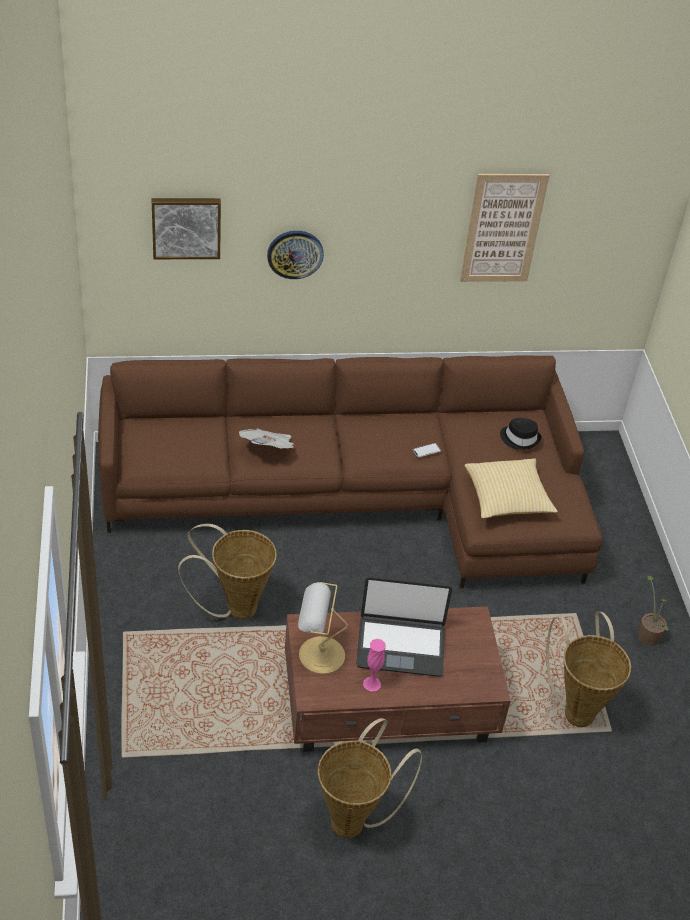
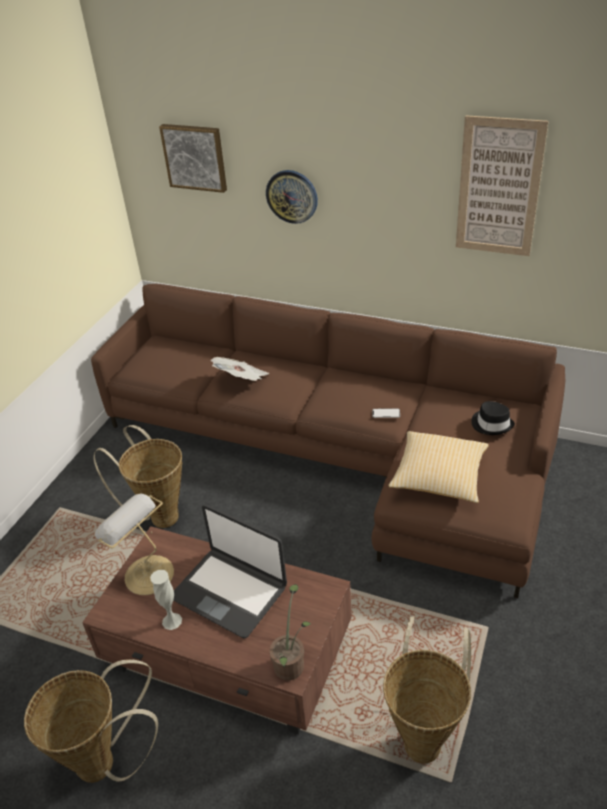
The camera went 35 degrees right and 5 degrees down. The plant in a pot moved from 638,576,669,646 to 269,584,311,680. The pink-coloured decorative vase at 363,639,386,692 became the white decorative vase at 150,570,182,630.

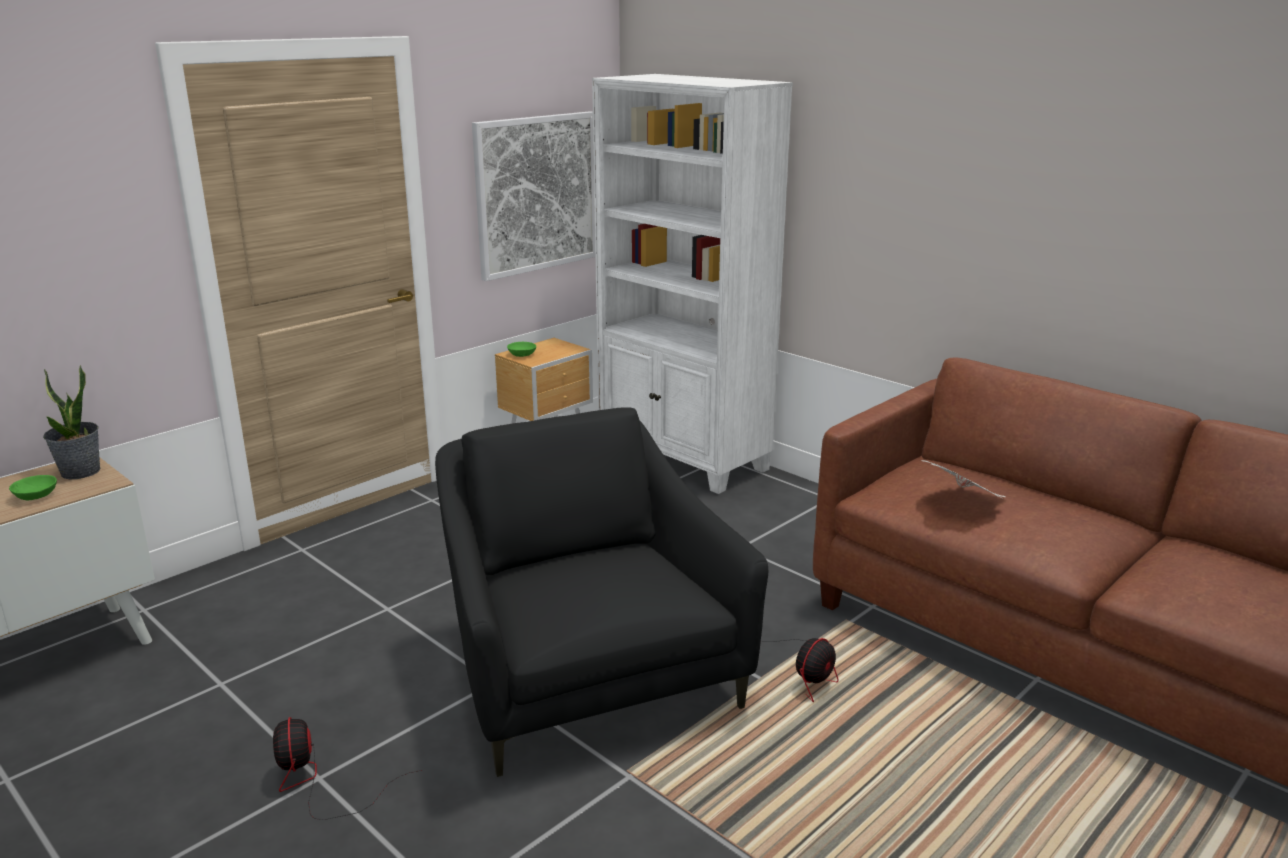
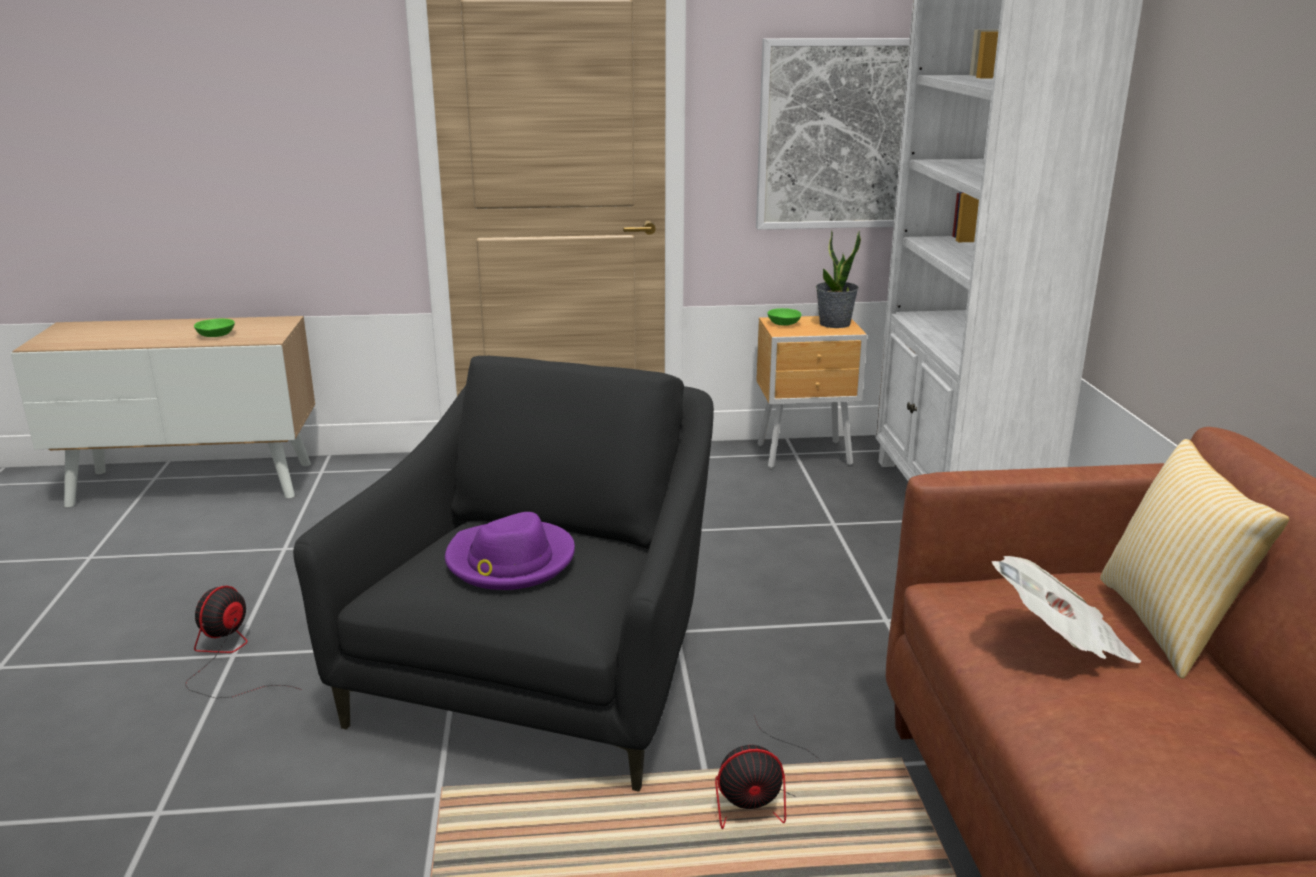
The camera went 40 degrees right and 0 degrees up. The purple hat at 445,512,575,590 appeared. The pillow at 1100,439,1289,679 appeared. The plant in a pot moved from 43,365,100,479 to 816,230,861,328.

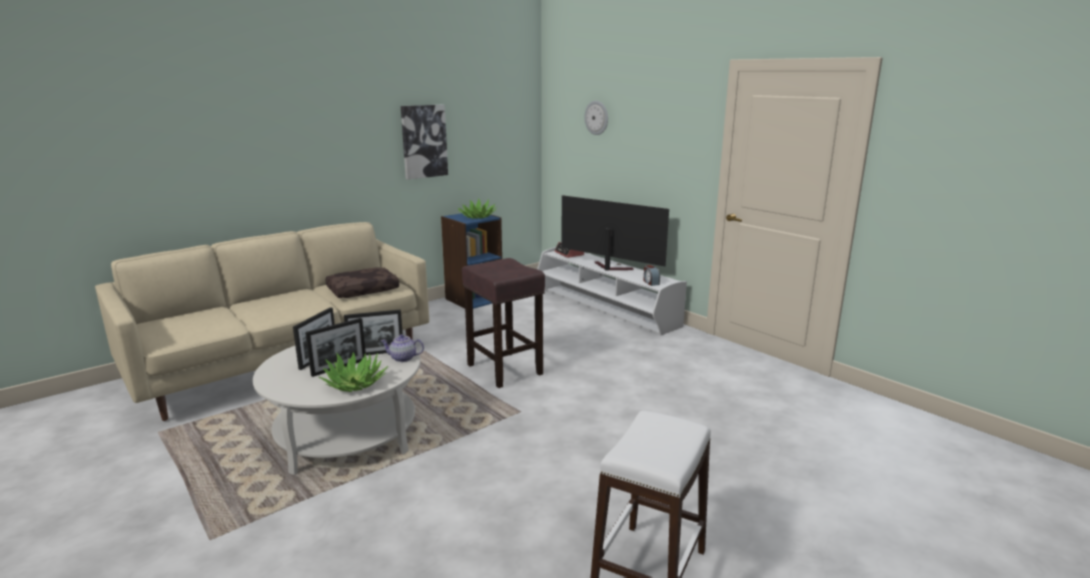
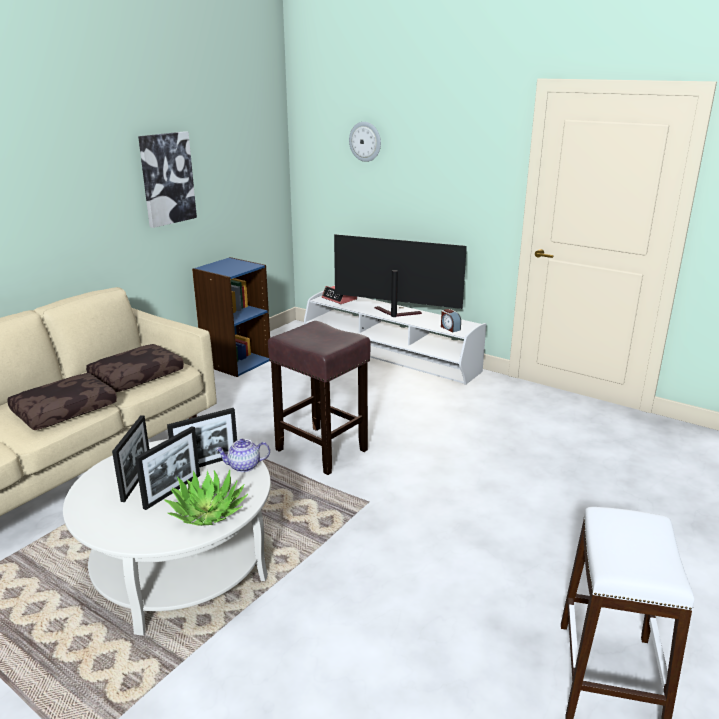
The camera went 15 degrees left and 5 degrees up. The plant in a pot at 458,198,497,219 disappeared. The brownish pillow at 7,373,117,430 appeared.

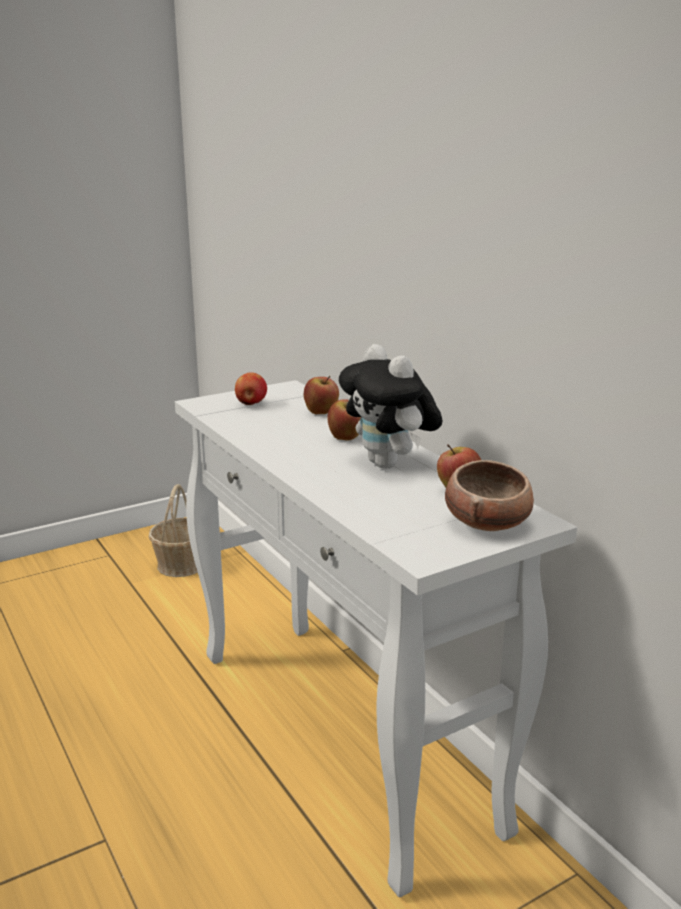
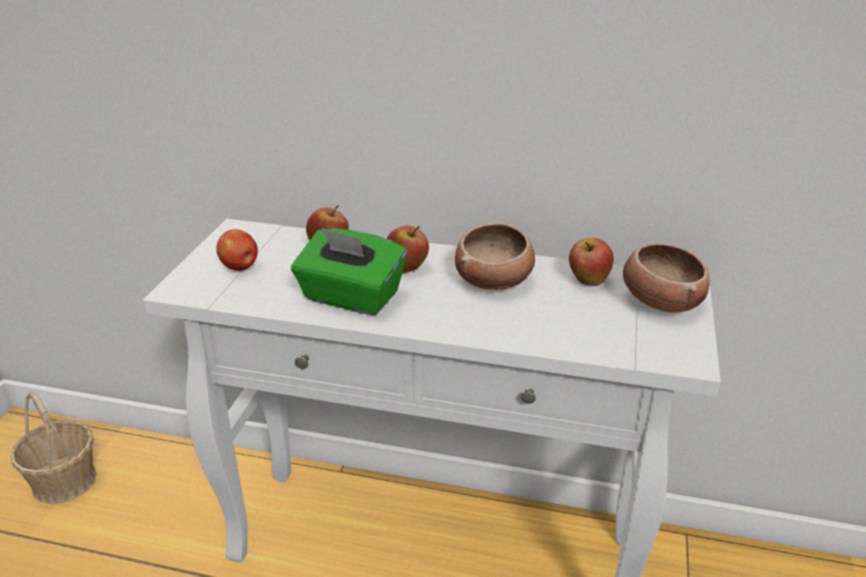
The camera went 45 degrees left and 10 degrees up. The green-coloured tissue holder at 291,228,407,315 appeared. The cuddly toy at 339,344,442,469 was replaced by the serving bowl at 455,223,535,290.

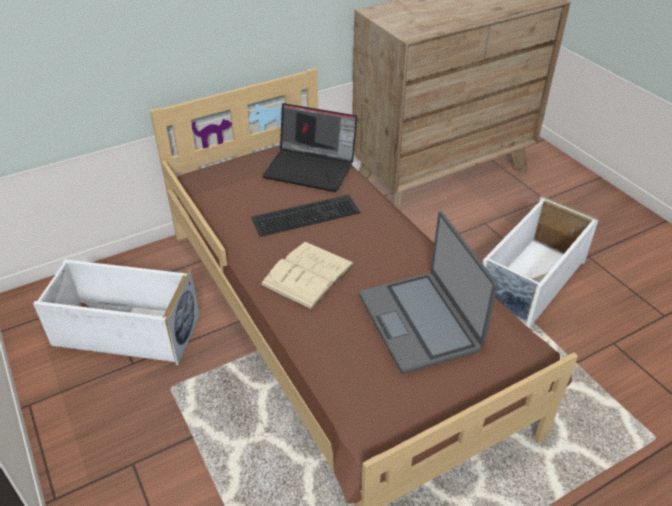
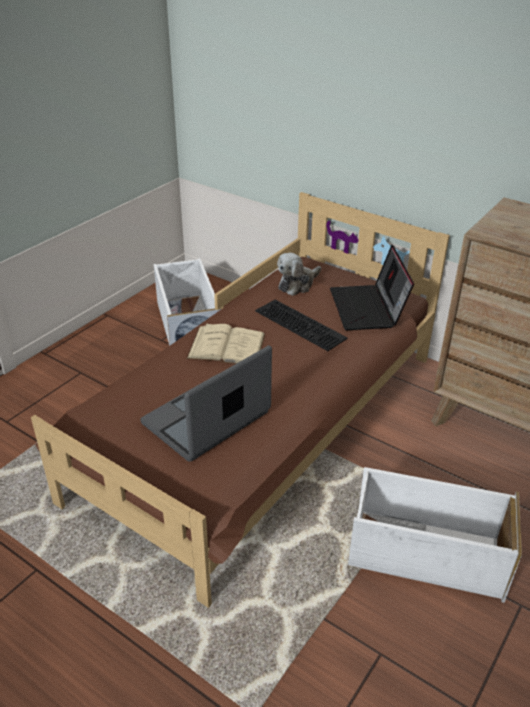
The camera went 65 degrees right and 5 degrees down. The cuddly toy at 277,253,321,296 appeared.

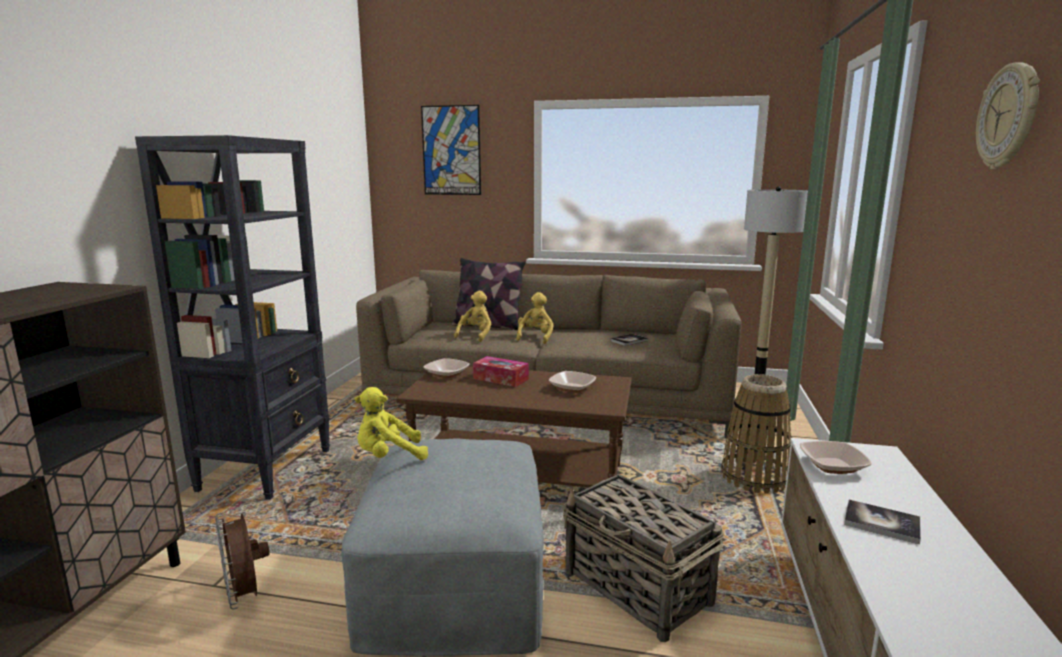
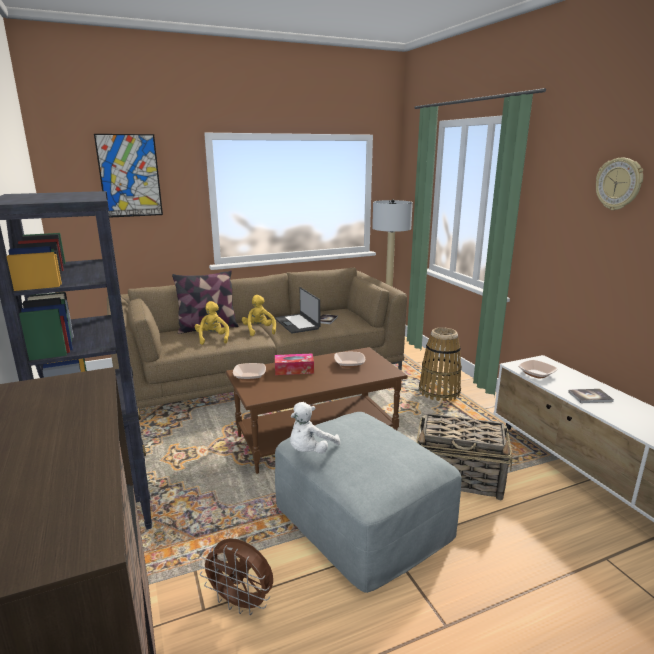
The camera went 35 degrees left and 5 degrees up. The notebook computer at 274,287,320,333 appeared. The yellowish cuddly toy at 355,387,428,460 became the white cuddly toy at 290,402,340,454.

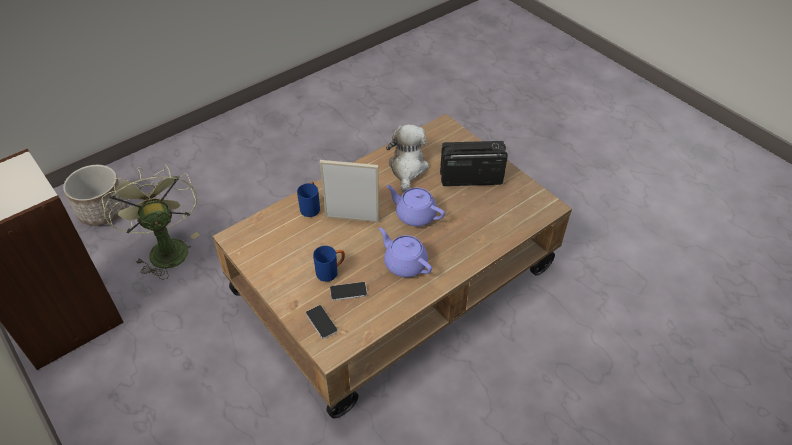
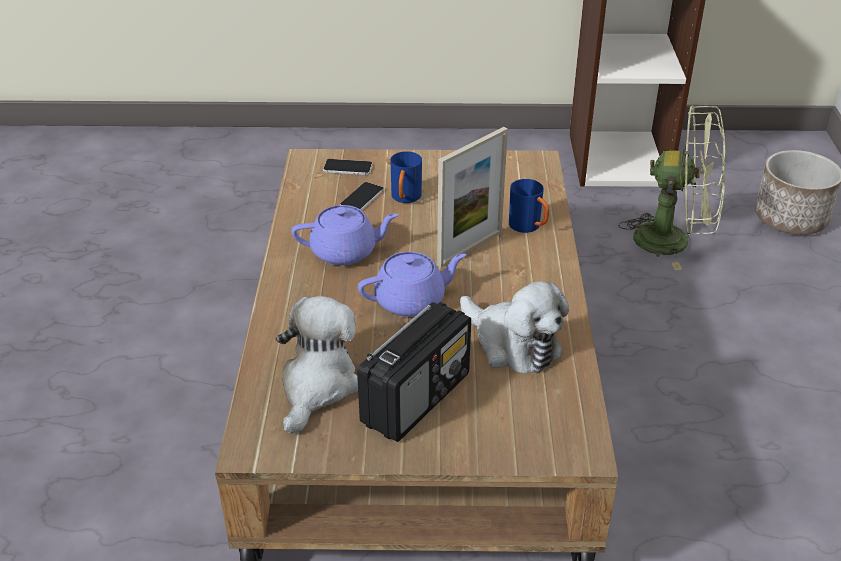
The camera went 130 degrees right and 10 degrees down. The cuddly toy at 276,296,358,434 appeared.

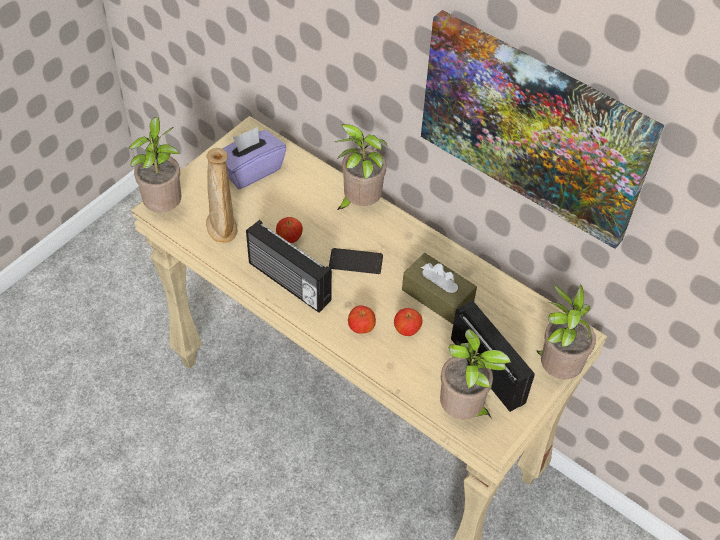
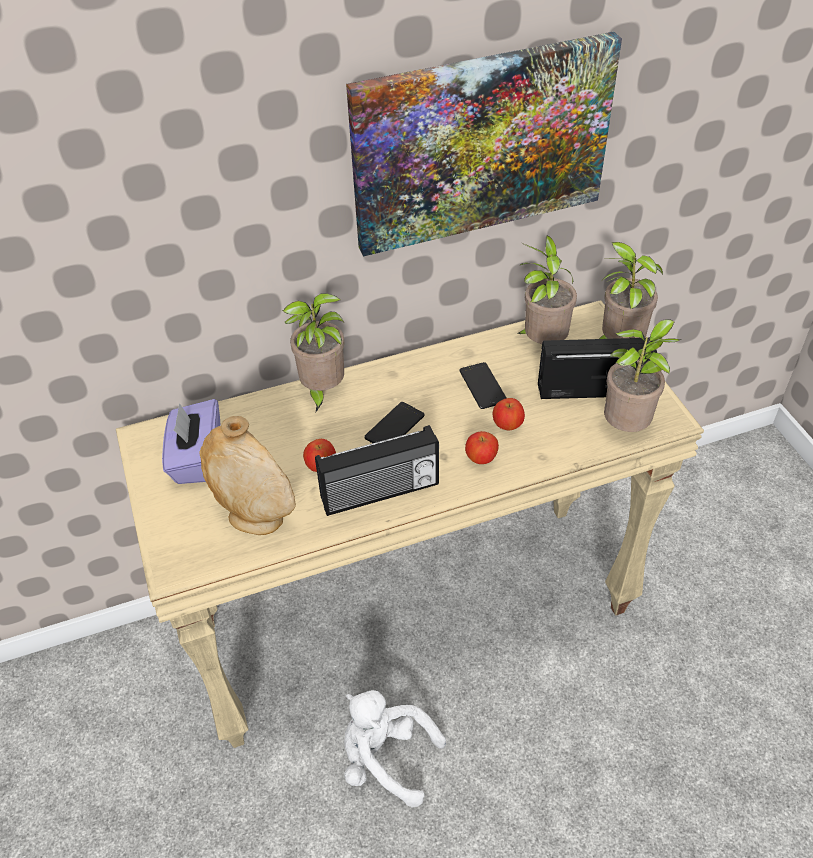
The camera went 55 degrees left and 5 degrees down. The white cuddly toy at 344,690,446,807 appeared. The plant in a pot moved from 128,117,181,212 to 517,236,577,344. The brownish tissue holder at 402,253,477,324 was replaced by the handset at 459,362,506,409.

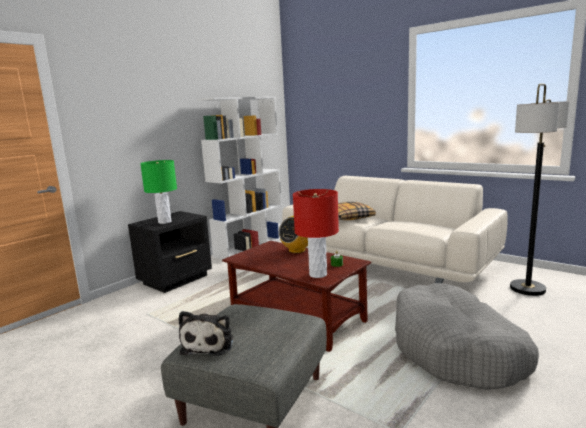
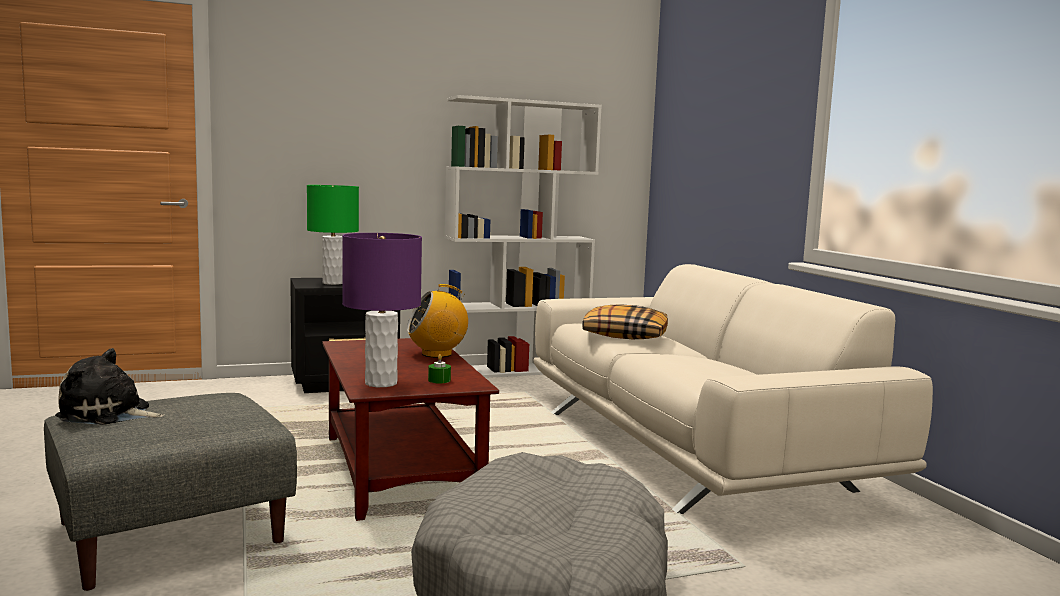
The camera went 30 degrees right and 5 degrees down. The standard lamp at 510,83,570,296 disappeared. The red lamp for a table at 293,189,339,278 became the purple lamp for a table at 342,233,422,387. The cuddly toy at 179,311,234,356 turned 60 degrees clockwise.

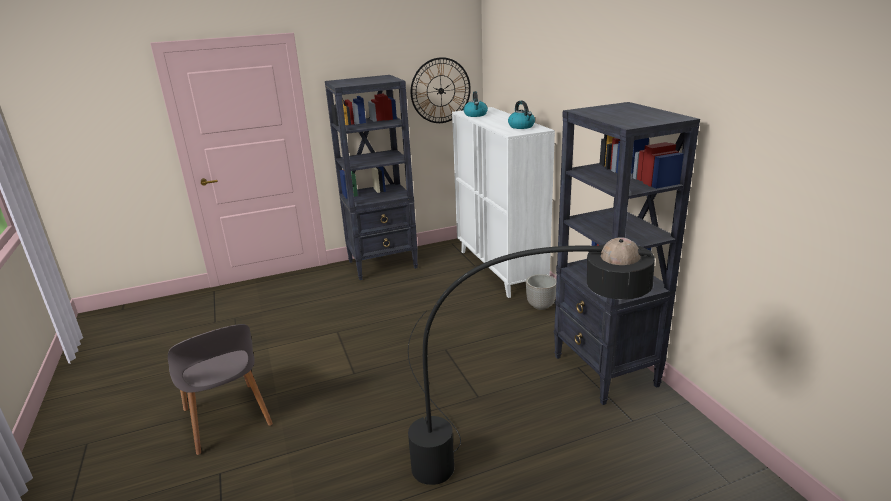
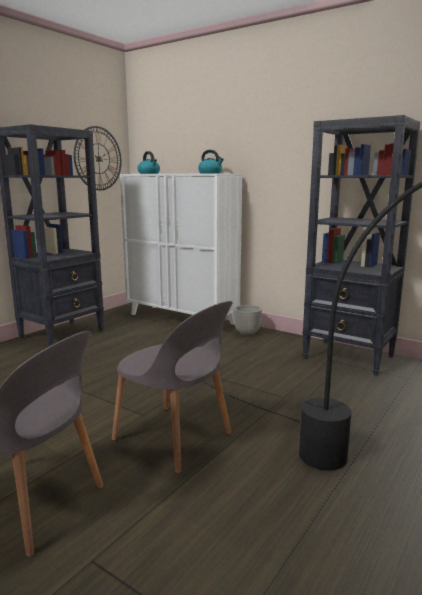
The camera went 35 degrees left and 10 degrees down. The gray chair at 112,301,233,473 appeared.

